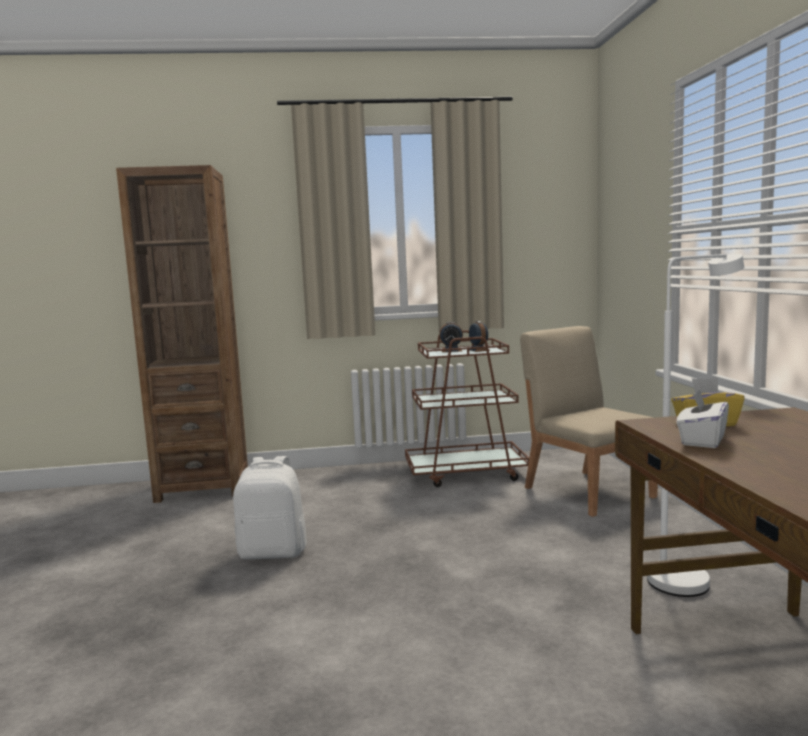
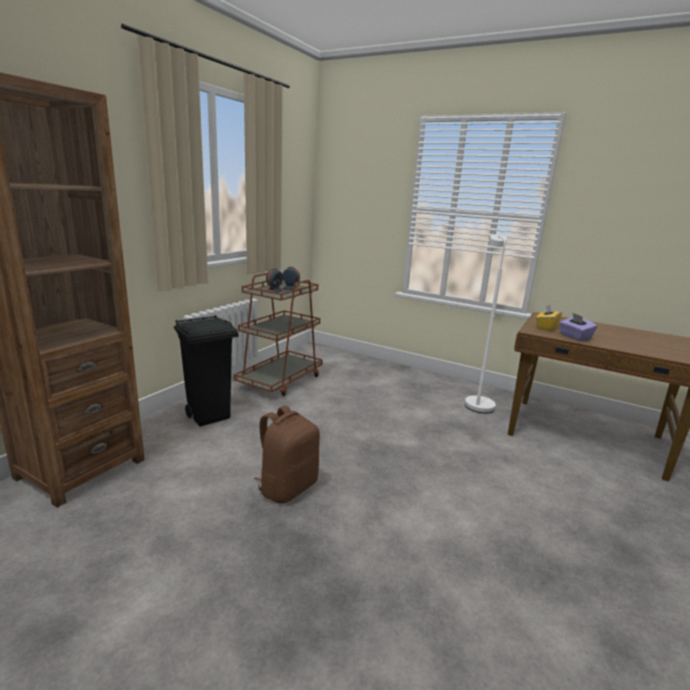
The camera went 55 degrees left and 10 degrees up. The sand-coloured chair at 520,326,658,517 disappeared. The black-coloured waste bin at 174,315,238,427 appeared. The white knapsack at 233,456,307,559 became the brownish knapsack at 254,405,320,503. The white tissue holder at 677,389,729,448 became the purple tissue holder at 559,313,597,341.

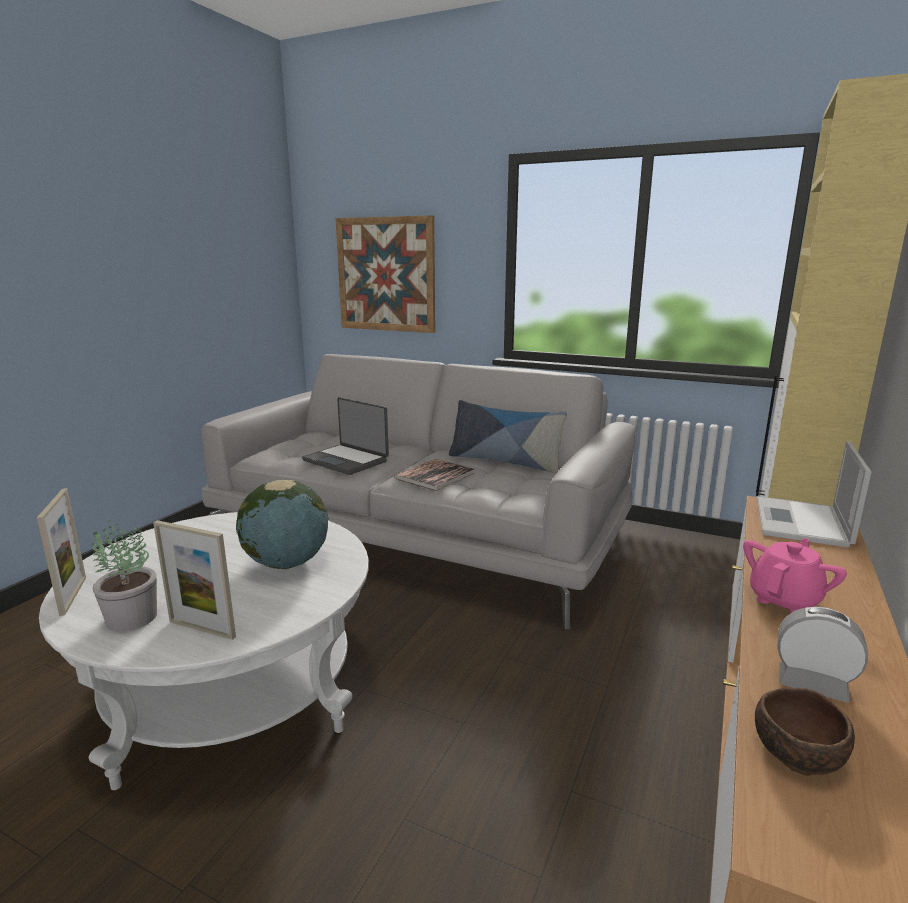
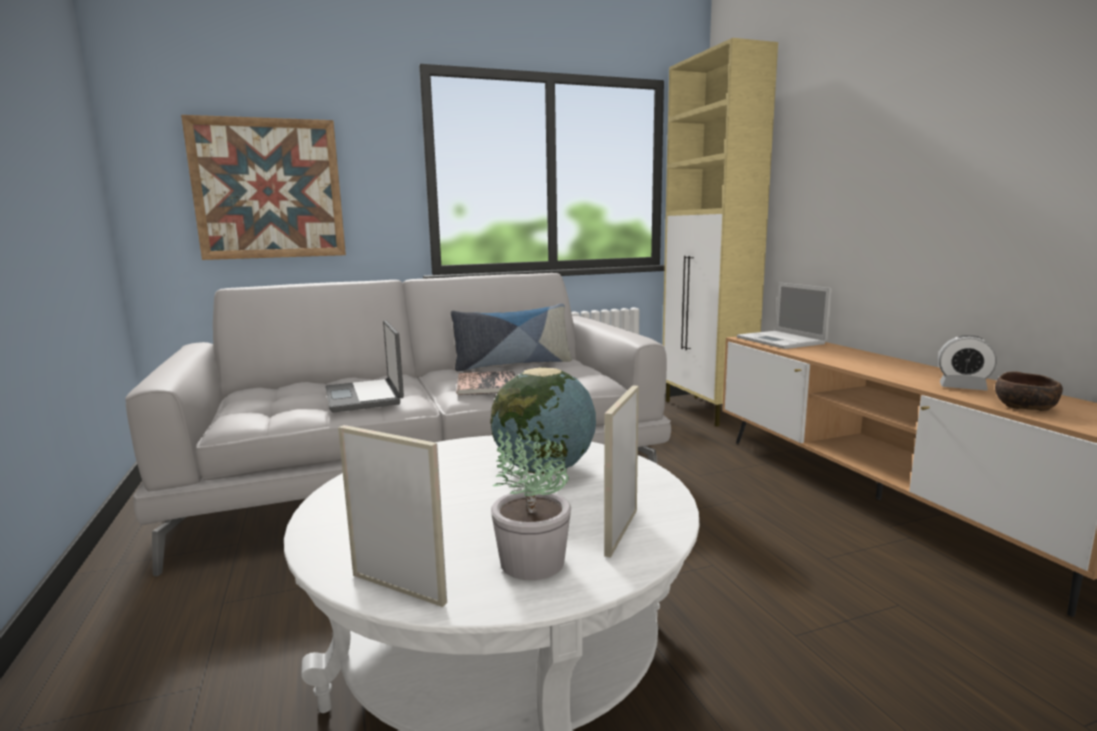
The camera went 45 degrees left and 5 degrees down. The pink-coloured pot for tea at 743,538,847,613 disappeared. The photo frame at 153,520,236,640 turned 135 degrees clockwise. The notebook computer at 302,397,389,475 turned 75 degrees clockwise. The bedside clock at 778,607,868,703 turned 135 degrees counterclockwise.

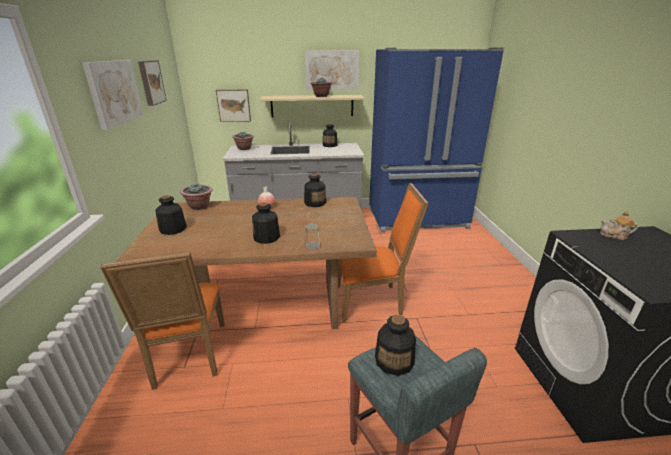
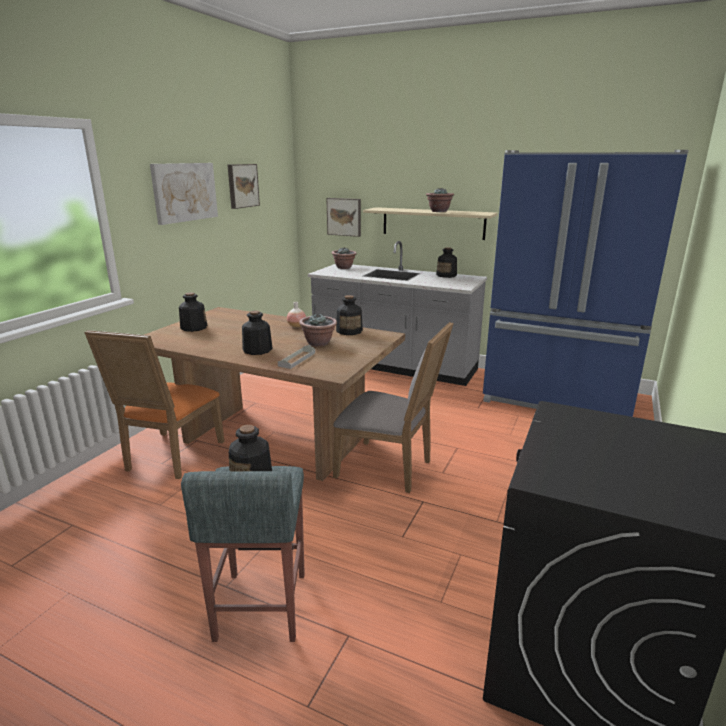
The camera went 30 degrees right and 5 degrees down. The picture at 305,50,359,90 disappeared. The pot for tea at 600,211,638,240 disappeared. The plant in a pot moved from 180,184,213,210 to 299,313,337,347. The orangey chair at 338,183,429,323 became the gray chair at 333,322,454,493.

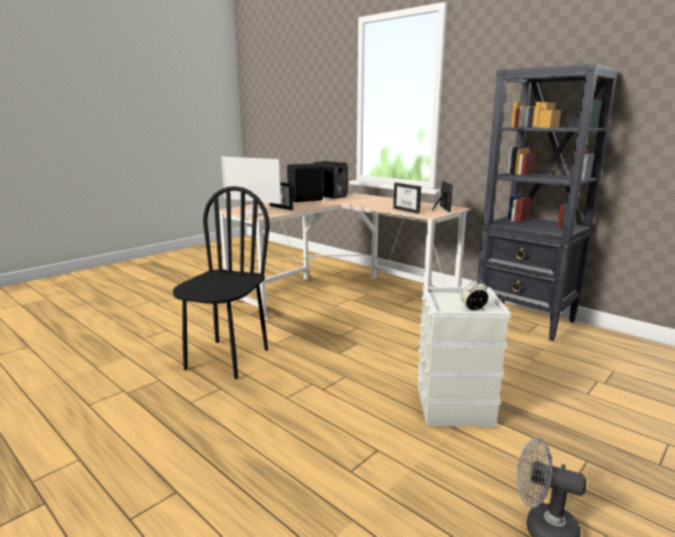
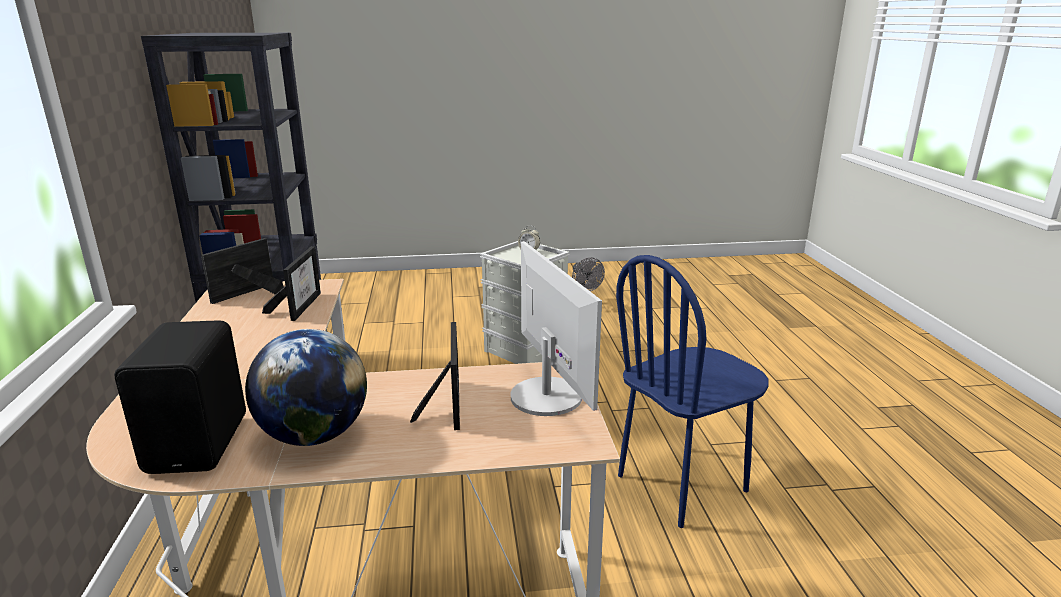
The camera went 140 degrees left and 5 degrees up. The black-coloured speaker at 287,163,324,202 was replaced by the desk globe at 245,329,367,446. The black-coloured chair at 173,186,270,379 became the blue-coloured chair at 616,255,769,528.

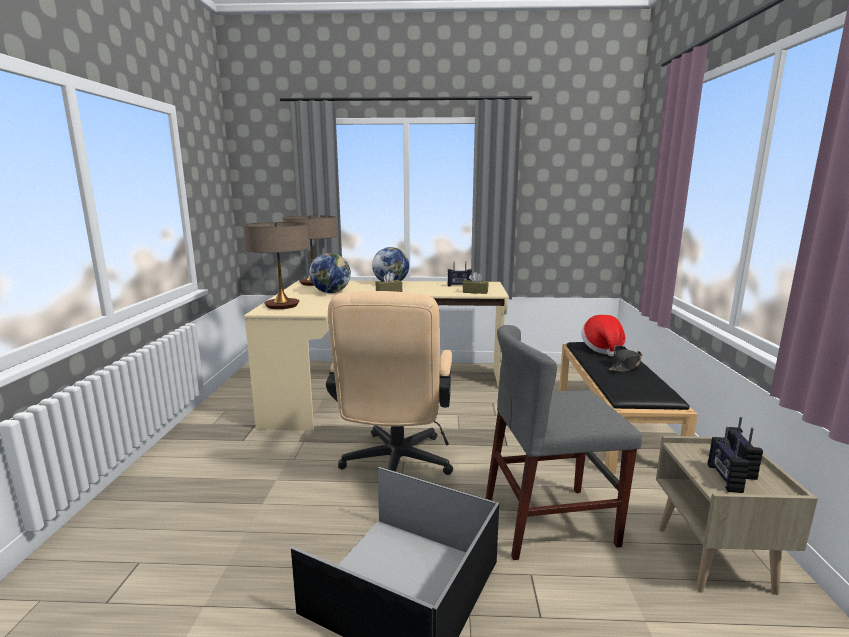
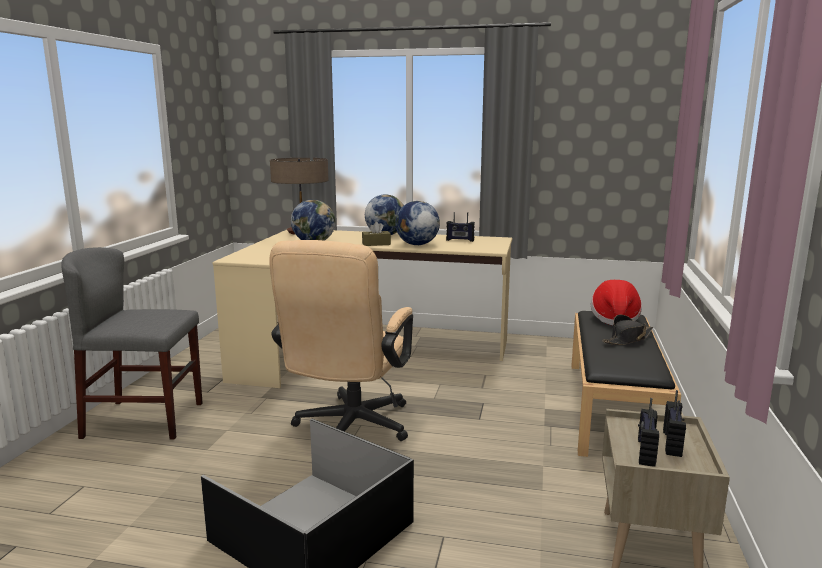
The camera went 10 degrees right and 0 degrees up. The lamp for a table at 243,222,309,309 disappeared. The brownish tissue holder at 463,272,488,294 disappeared. The desk globe at 395,201,440,245 appeared. The gray chair moved from 486,325,642,560 to 61,247,202,440.

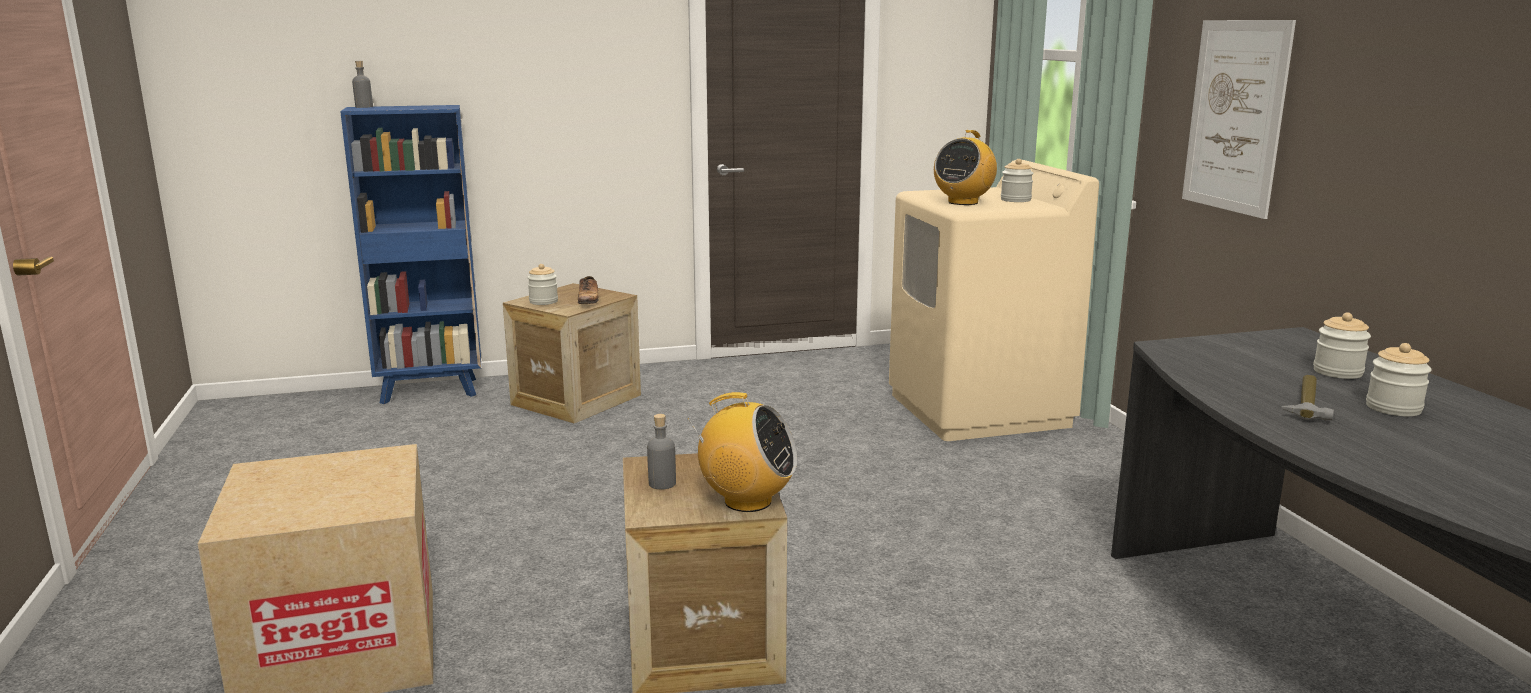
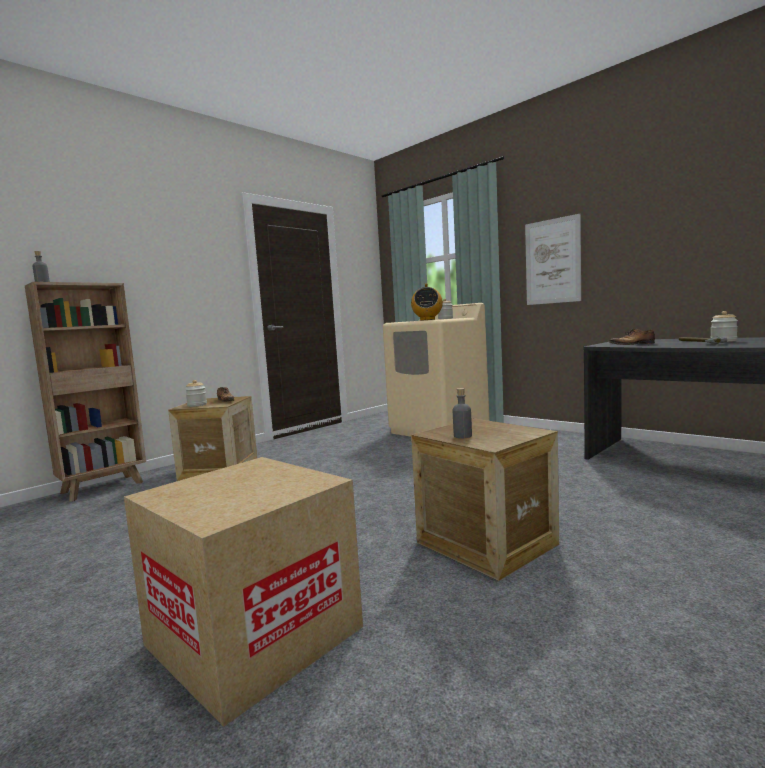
The camera went 30 degrees left and 10 degrees down. The radio at 688,392,797,512 disappeared. The jar at 1313,312,1371,379 disappeared. The low shoe at 609,328,655,345 appeared. The blue-coloured bookcase at 340,105,481,404 became the brownish bookcase at 25,282,146,502.

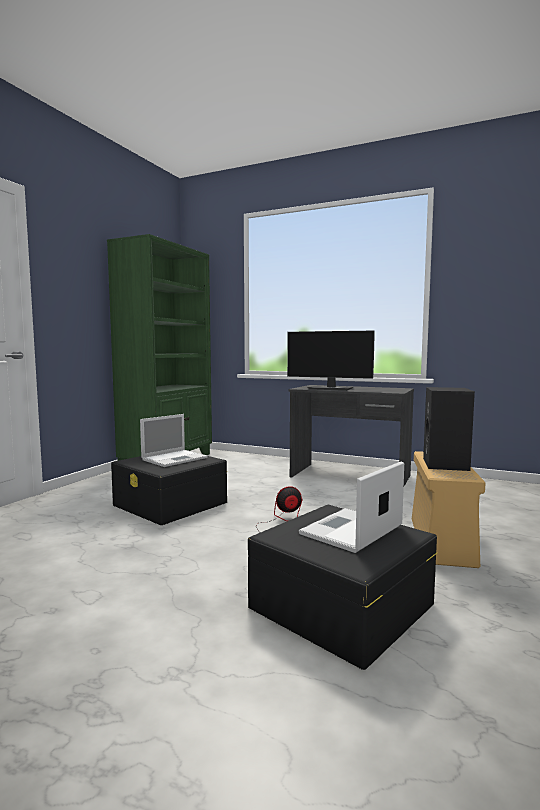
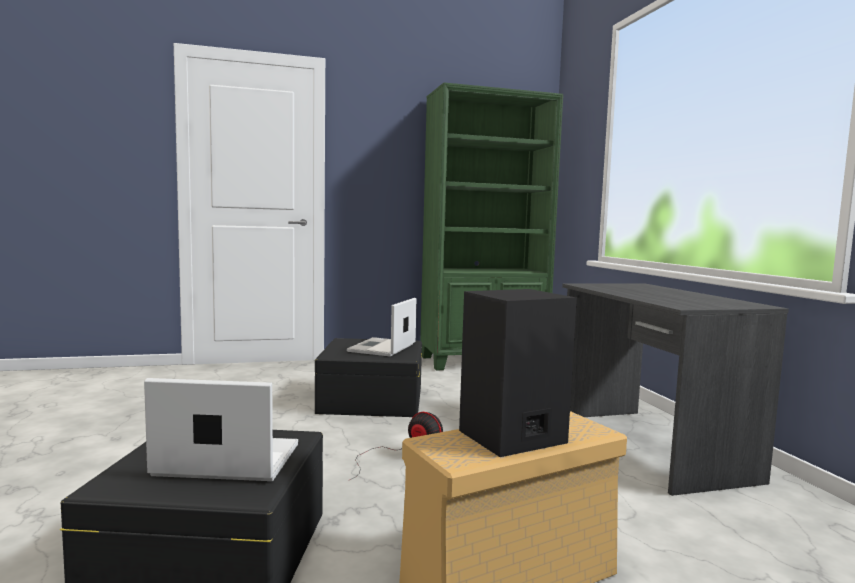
The camera went 50 degrees right and 0 degrees up. The computer screen at 287,331,374,391 disappeared. The notebook computer at 140,414,208,467 turned 105 degrees clockwise.

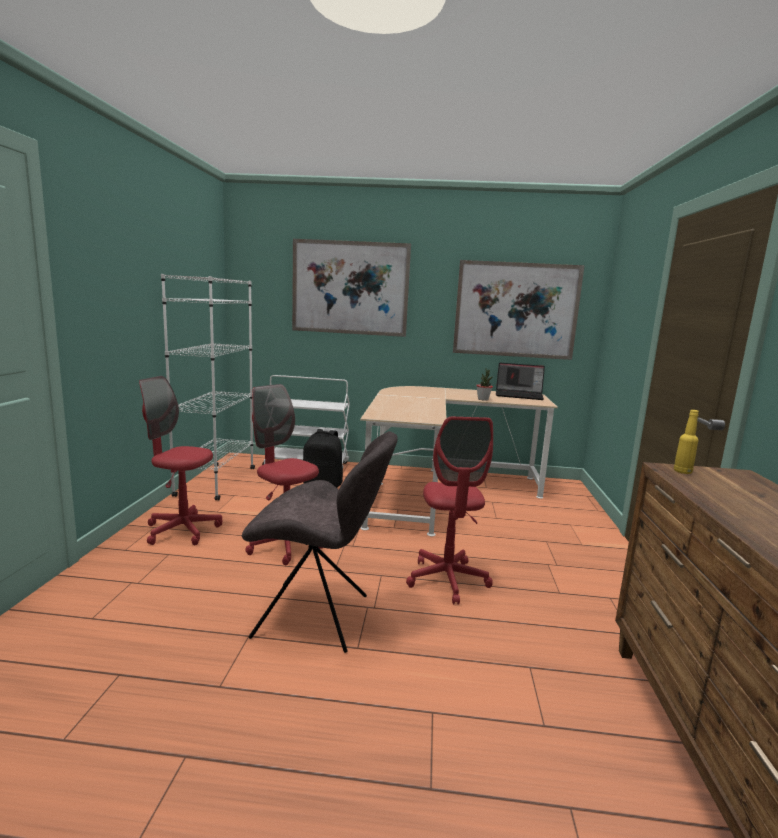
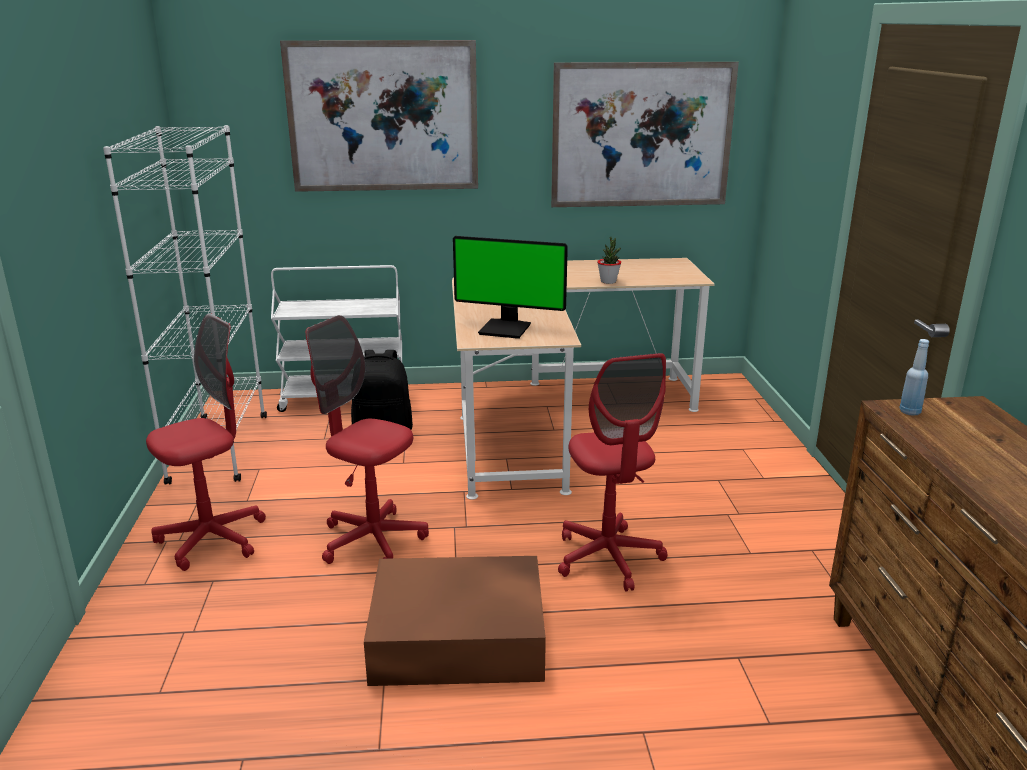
The camera went 10 degrees left and 10 degrees up. The notebook computer at 496,363,545,400 disappeared. The computer screen at 453,236,568,339 appeared. The gray chair at 242,431,398,653 was replaced by the brownish storage bin at 364,556,546,686. The yellowish bottle at 674,410,699,474 became the blue-coloured bottle at 899,339,929,416. The red office chair at 139,376,222,545 turned 135 degrees clockwise.

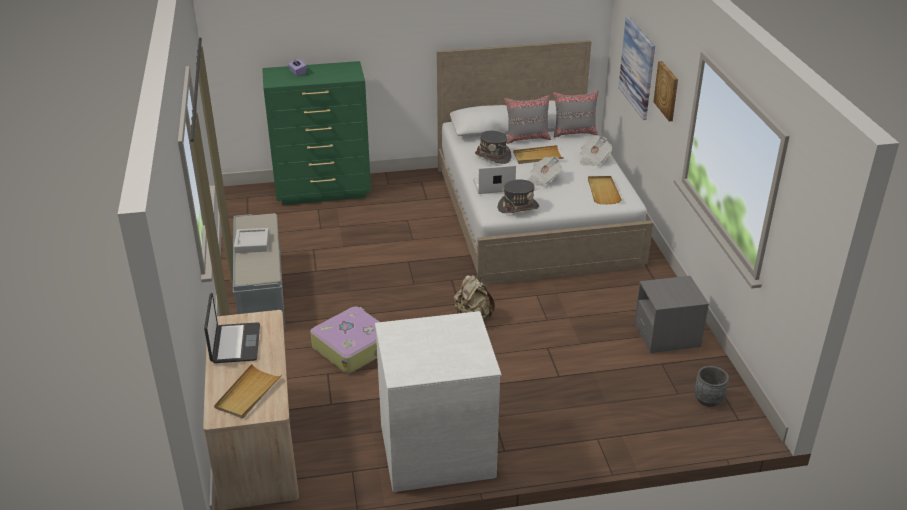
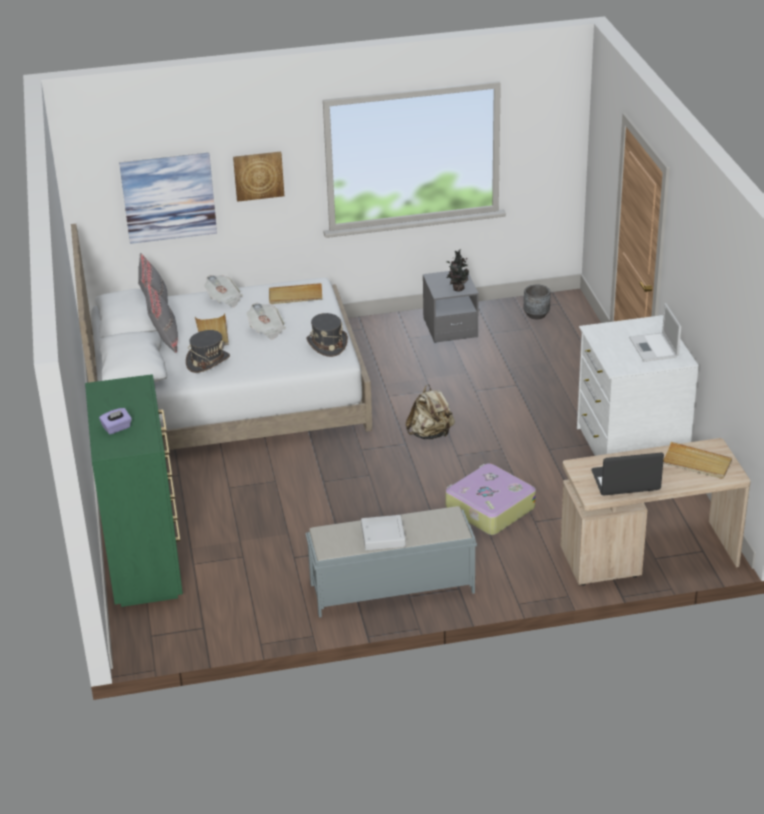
The camera went 90 degrees left and 0 degrees up. The plant in a pot at 446,250,470,292 appeared. The notebook computer moved from 473,165,516,194 to 629,303,681,362.

